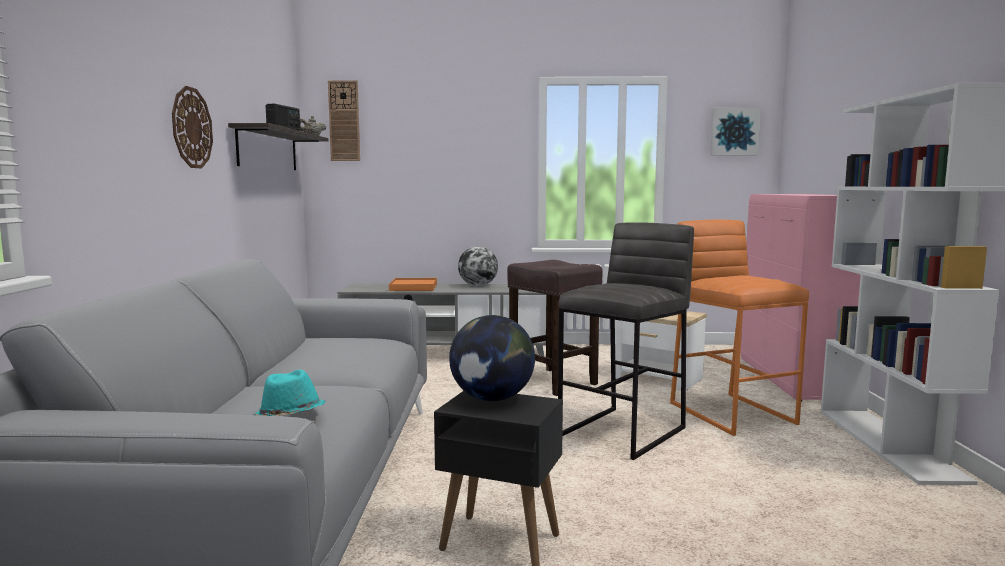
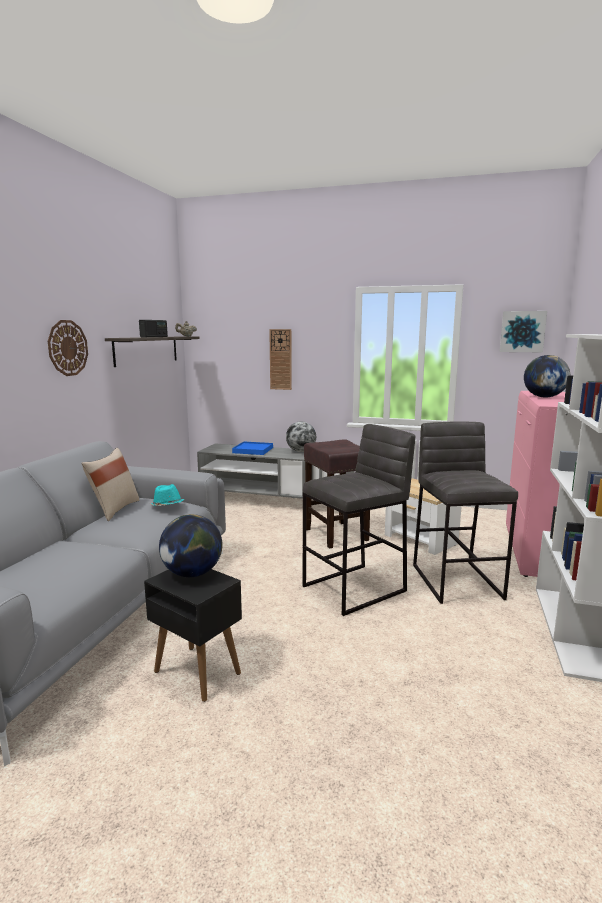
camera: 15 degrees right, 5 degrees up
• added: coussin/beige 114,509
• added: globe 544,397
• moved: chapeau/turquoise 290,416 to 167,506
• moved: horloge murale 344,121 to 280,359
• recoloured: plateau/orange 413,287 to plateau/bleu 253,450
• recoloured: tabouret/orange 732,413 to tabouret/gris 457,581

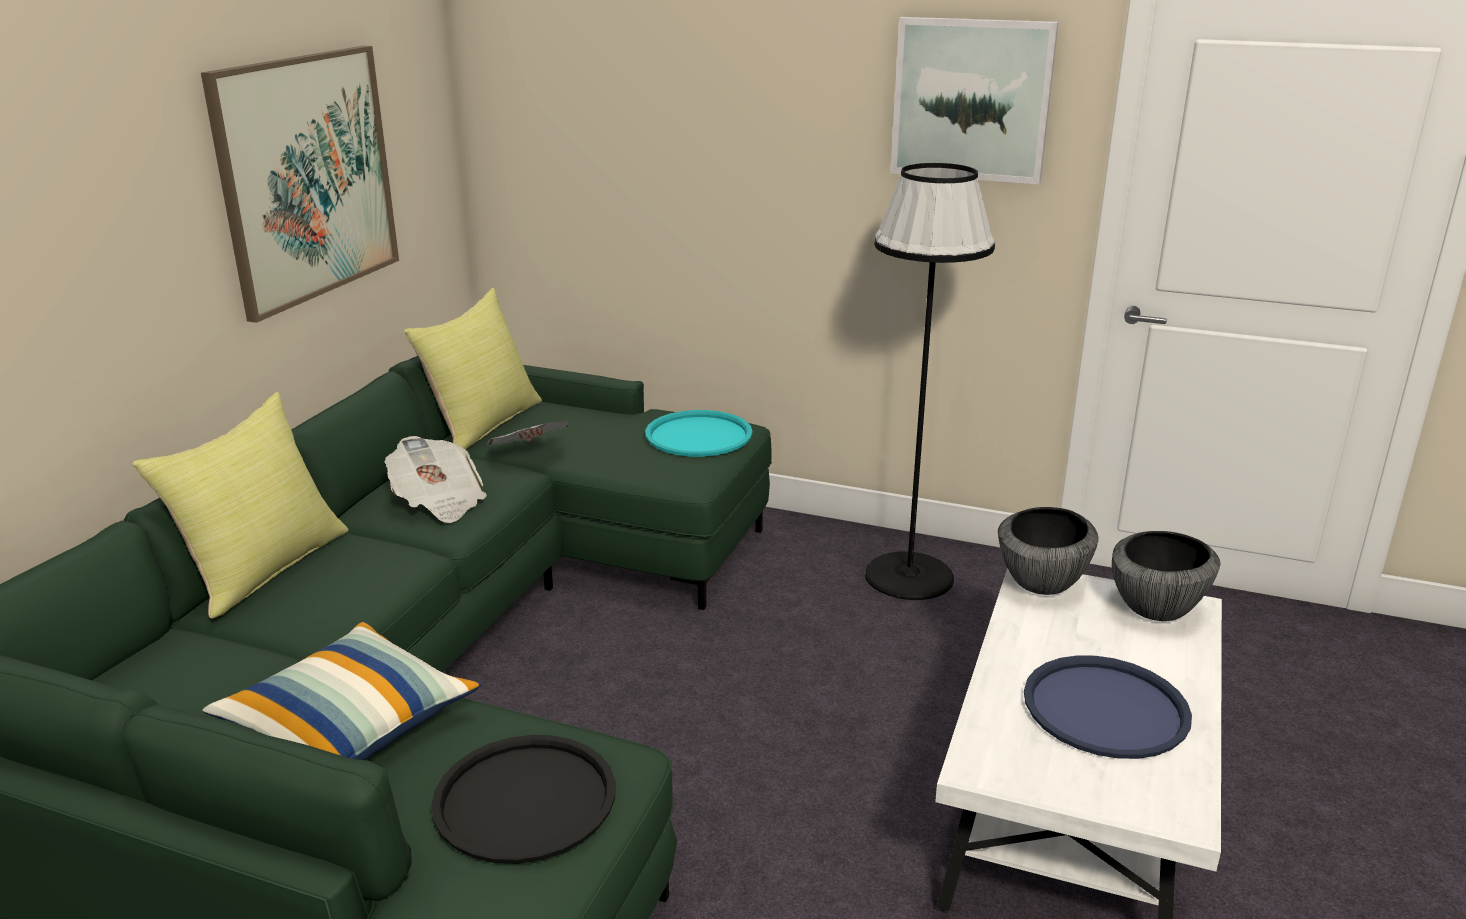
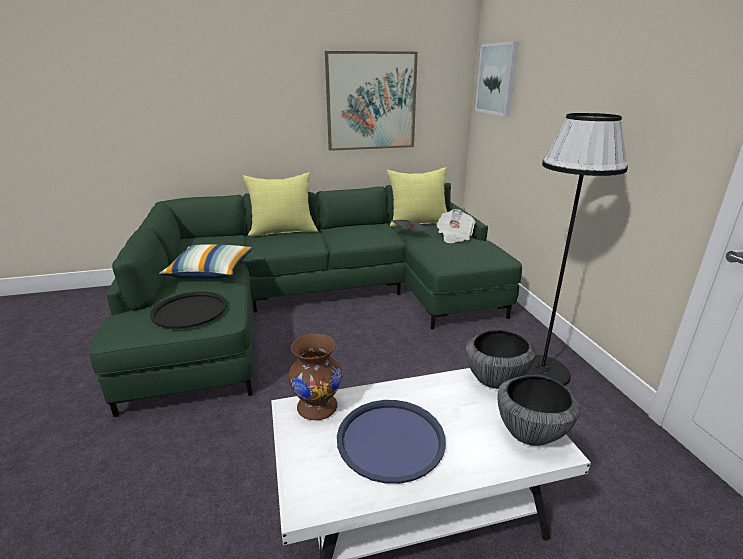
camera: 55 degrees right, 0 degrees up
• removed: plateau/turquoise 698,435
• added: vase/marron 316,408
• moved: journal 439,502 to 454,236
• moved: tableau 971,100 to 497,79

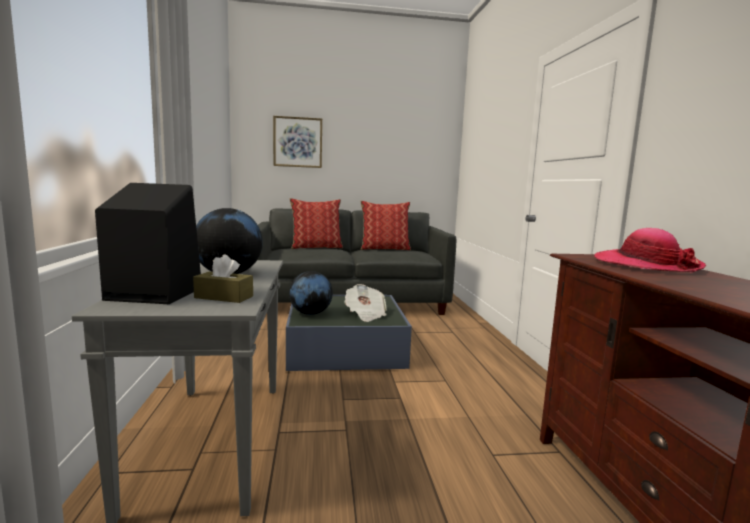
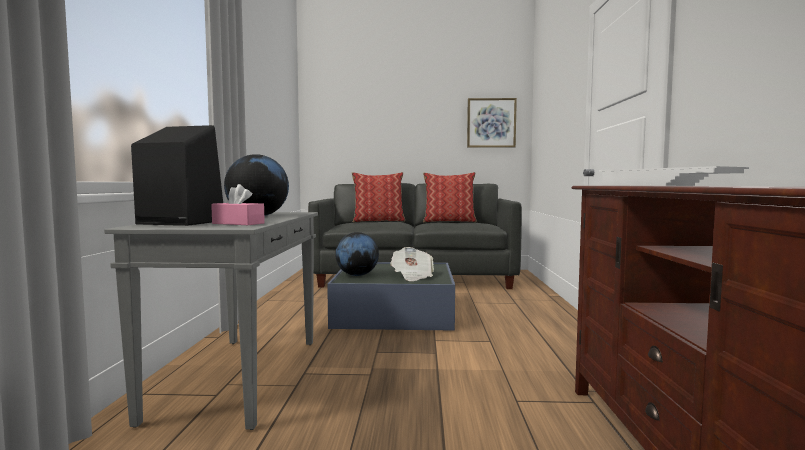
camera: 10 degrees right, 5 degrees down
• moved: tableau 297,142 to 491,123
• replaced: chapeau 645,265 to plateau/blanc 663,185
• recoloured: boîte à mouchoirs/marron 224,297 to boîte à mouchoirs/rose 238,223

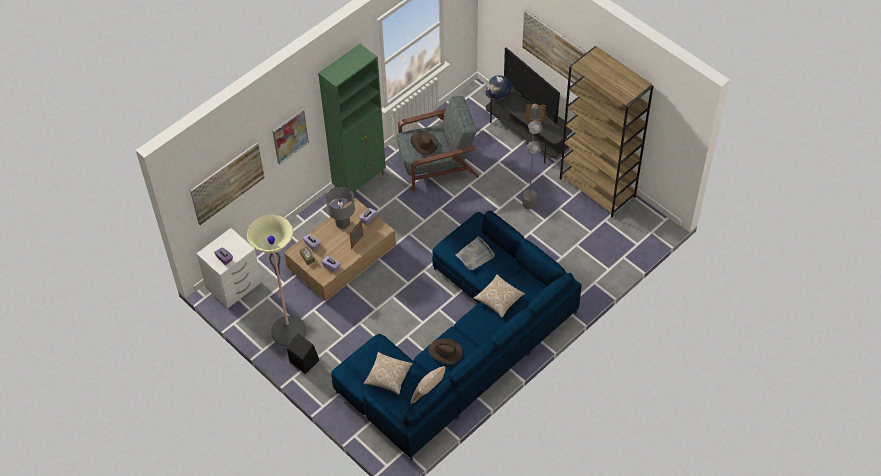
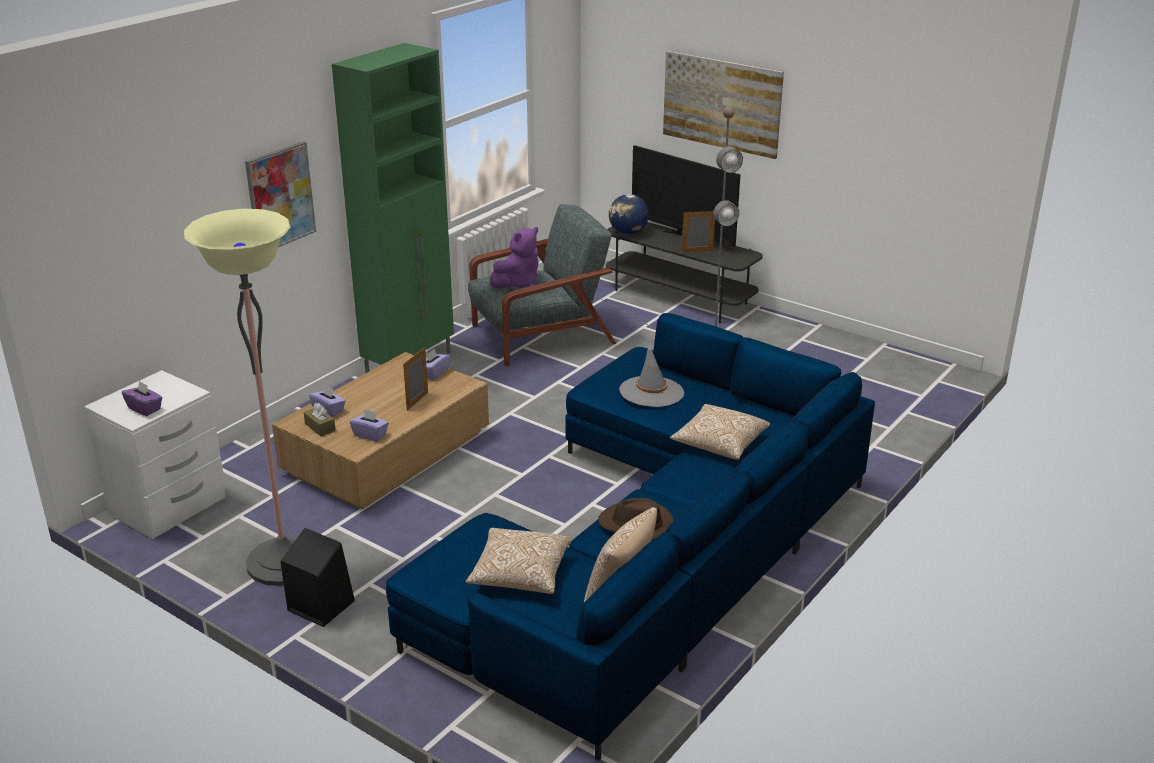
camera: 10 degrees left, 25 degrees down
• removed: tableau 227,183
• removed: lampe de table/gris 342,222
• removed: bibliothèque/marron 598,188
• replaced: chapeau/marron 423,144 to peluche/violet 518,283
• replaced: plateau/gris 475,255 to chapeau/gris 651,392

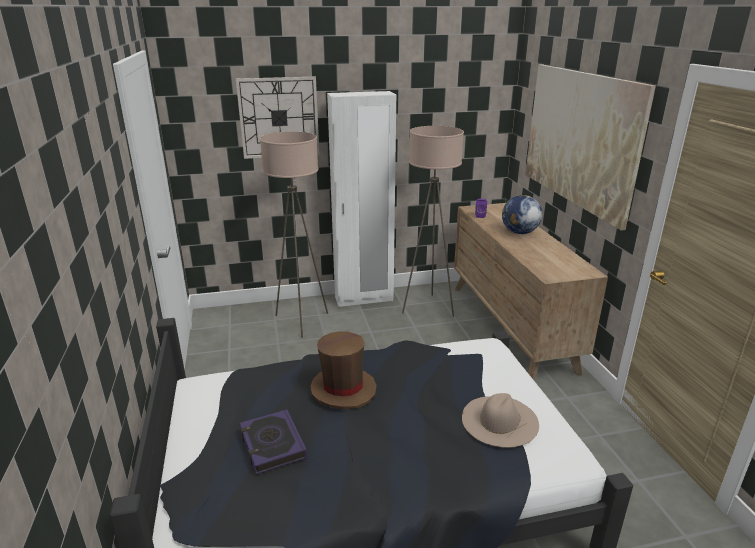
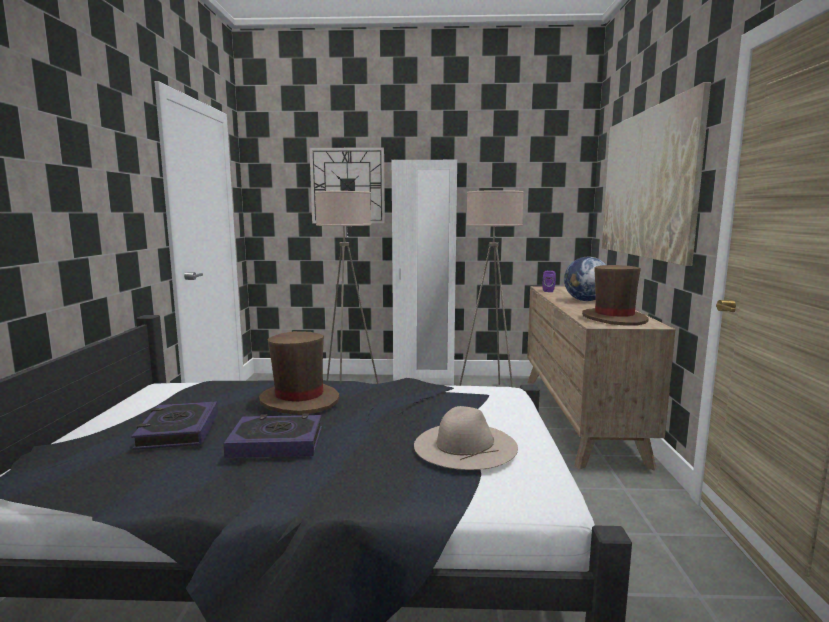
camera: 15 degrees right, 15 degrees down
• added: livre 276,442
• added: chapeau/marron 614,319

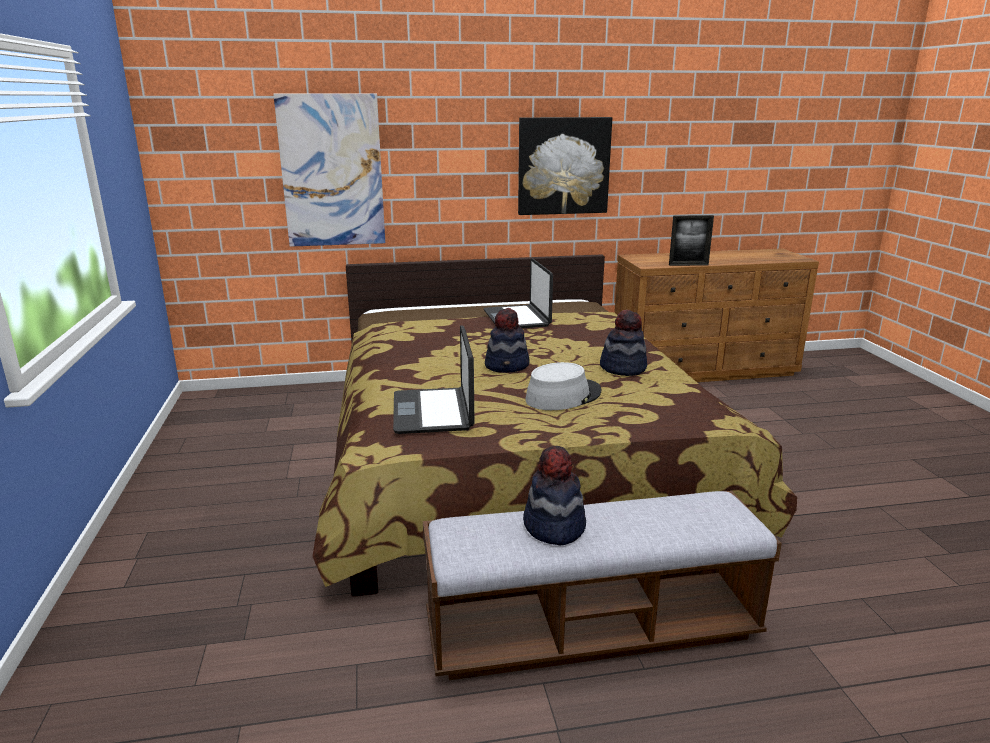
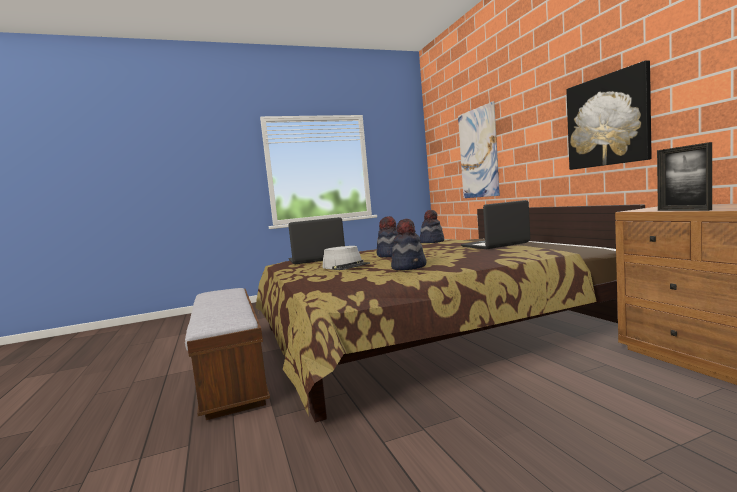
camera: 80 degrees right, 15 degrees down
• moved: chapeau 553,527 to 431,242

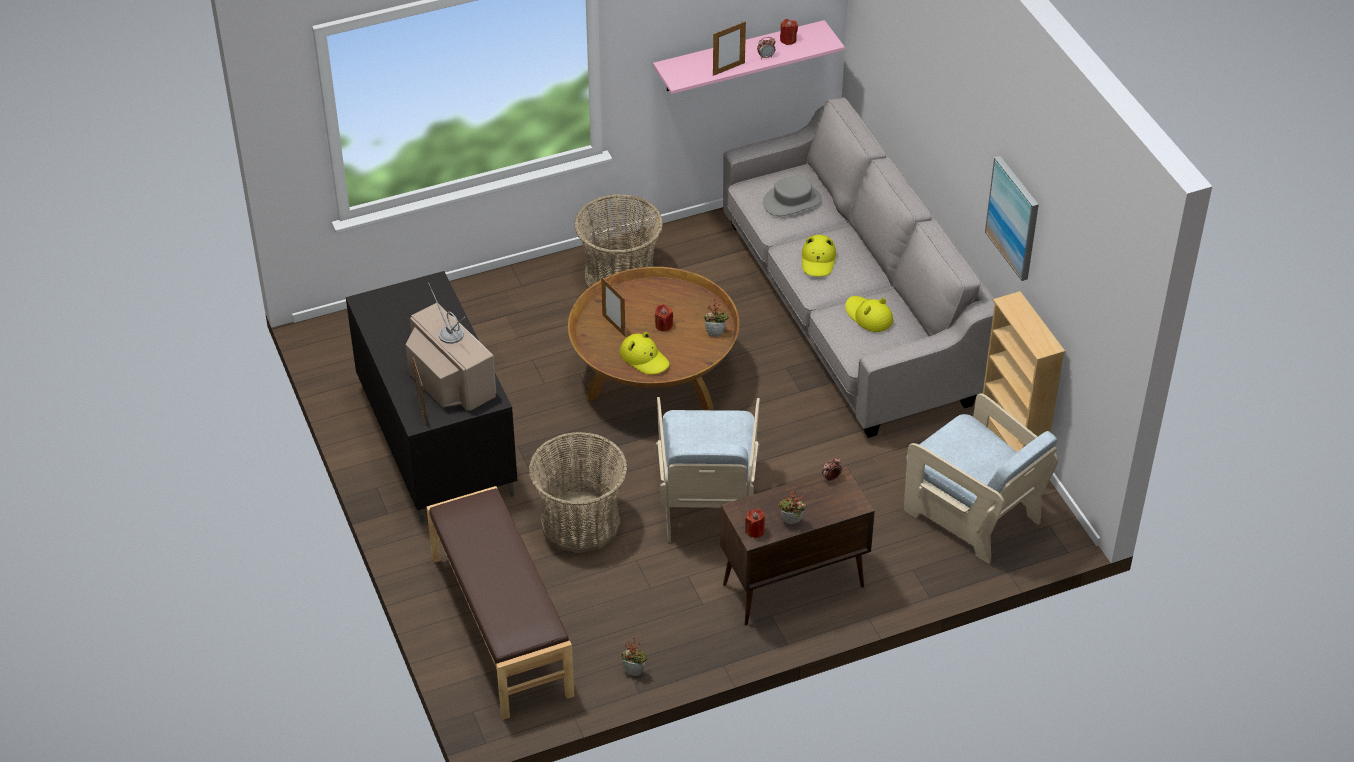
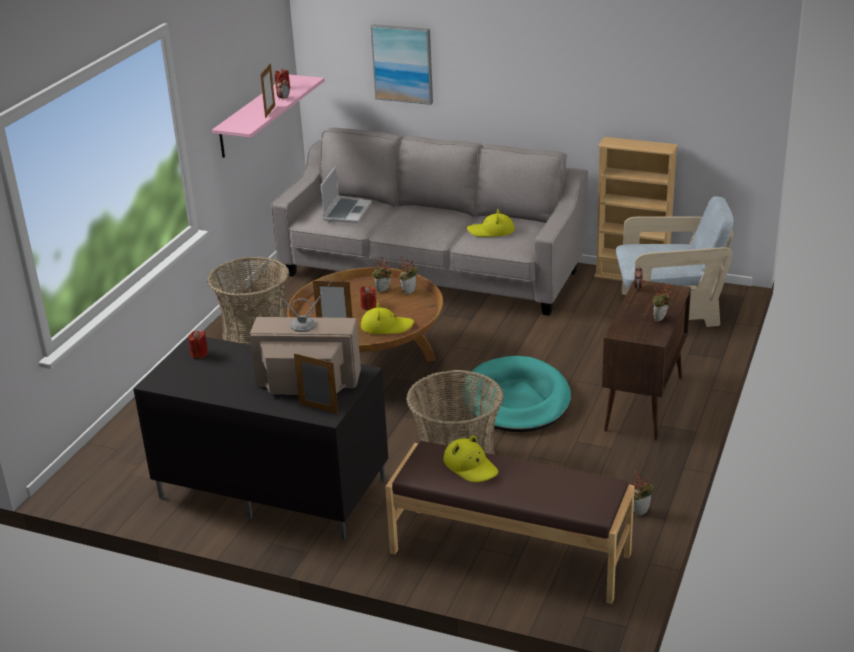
camera: 45 degrees left, 15 degrees down
• added: plante en pot 383,291
• moved: bougie/rouge 755,530 to 199,353
• moved: chapeau/jaune 818,260 to 471,466
• moved: tableau 1014,217 to 403,63
• replaced: fauteuil/beige 707,502 to panier pour chien/turquoise 516,400
• replaced: chapeau/gris 792,201 to ordinateur portable 347,211

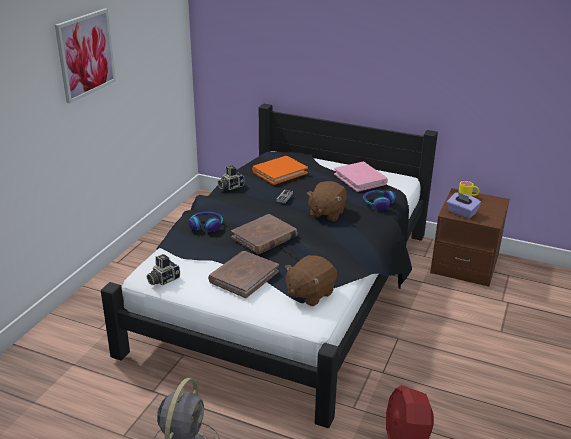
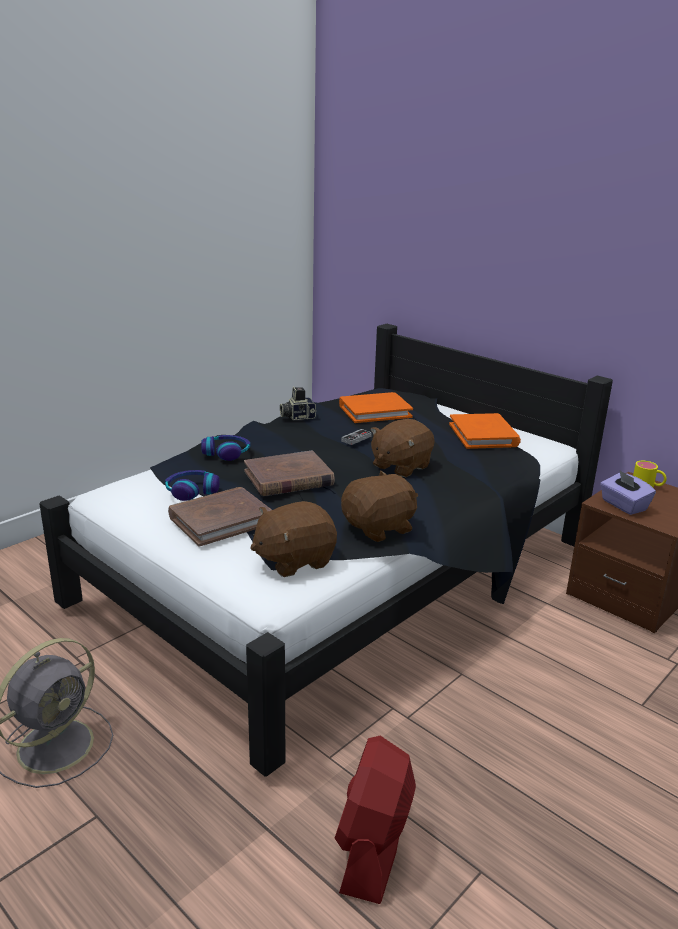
camera: 20 degrees right, 5 degrees down
• removed: tableau 85,54
• removed: appareil photo 163,279
• added: peluche/marron 379,528
• moved: casque audio 378,203 to 192,491
• recoloured: livre/rose 360,179 to livre/orange 483,435

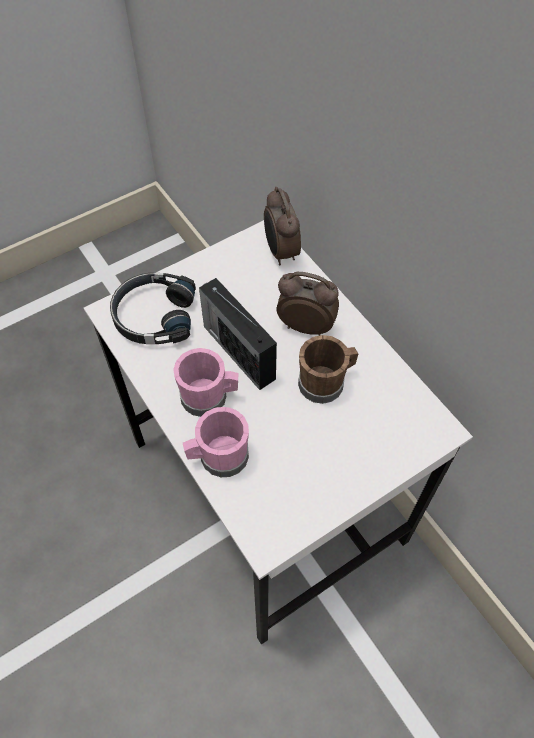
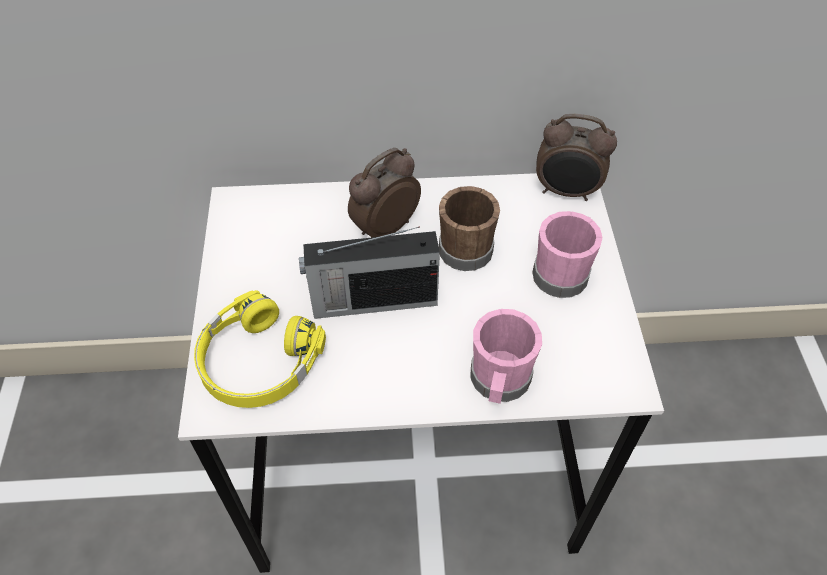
camera: 60 degrees left, 5 degrees down
• moved: mug/rose 209,397 to 563,271
• moved: réveil 280,252 to 566,192
• recoloured: casque audio/noir 154,316 to casque audio/jaune 257,362

